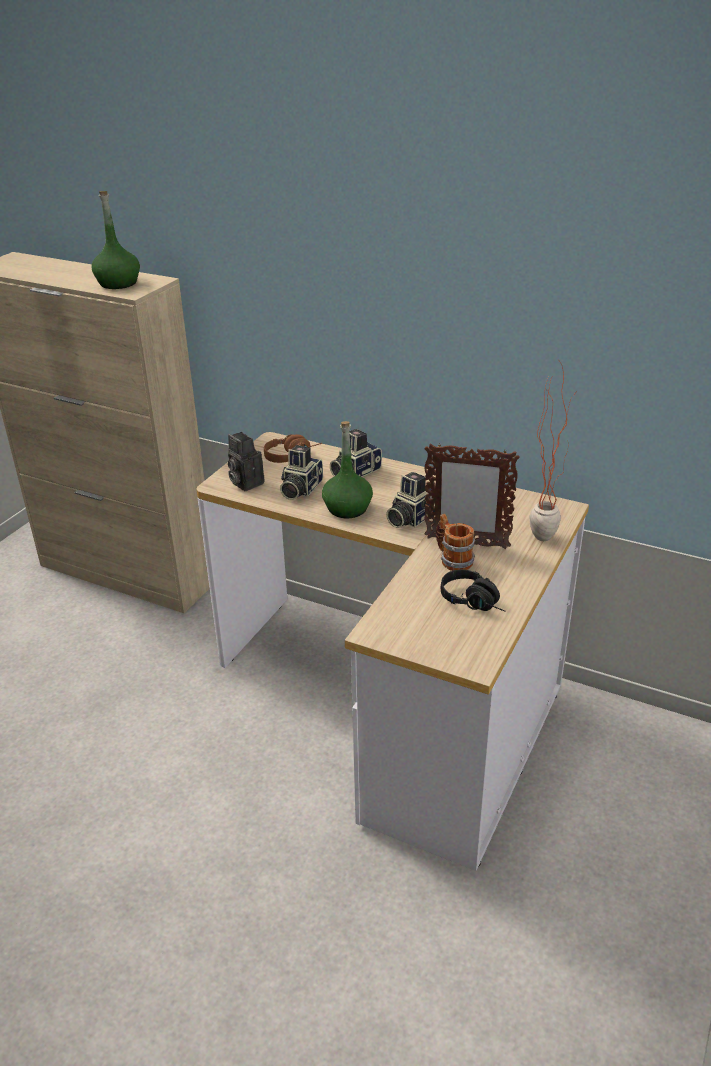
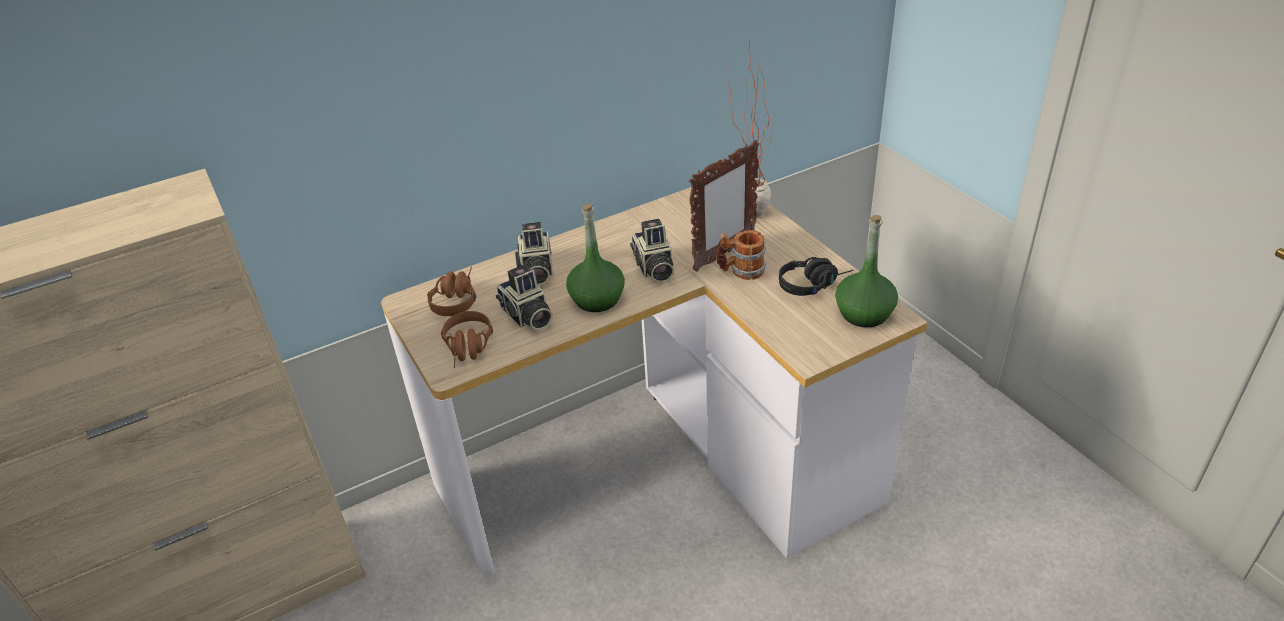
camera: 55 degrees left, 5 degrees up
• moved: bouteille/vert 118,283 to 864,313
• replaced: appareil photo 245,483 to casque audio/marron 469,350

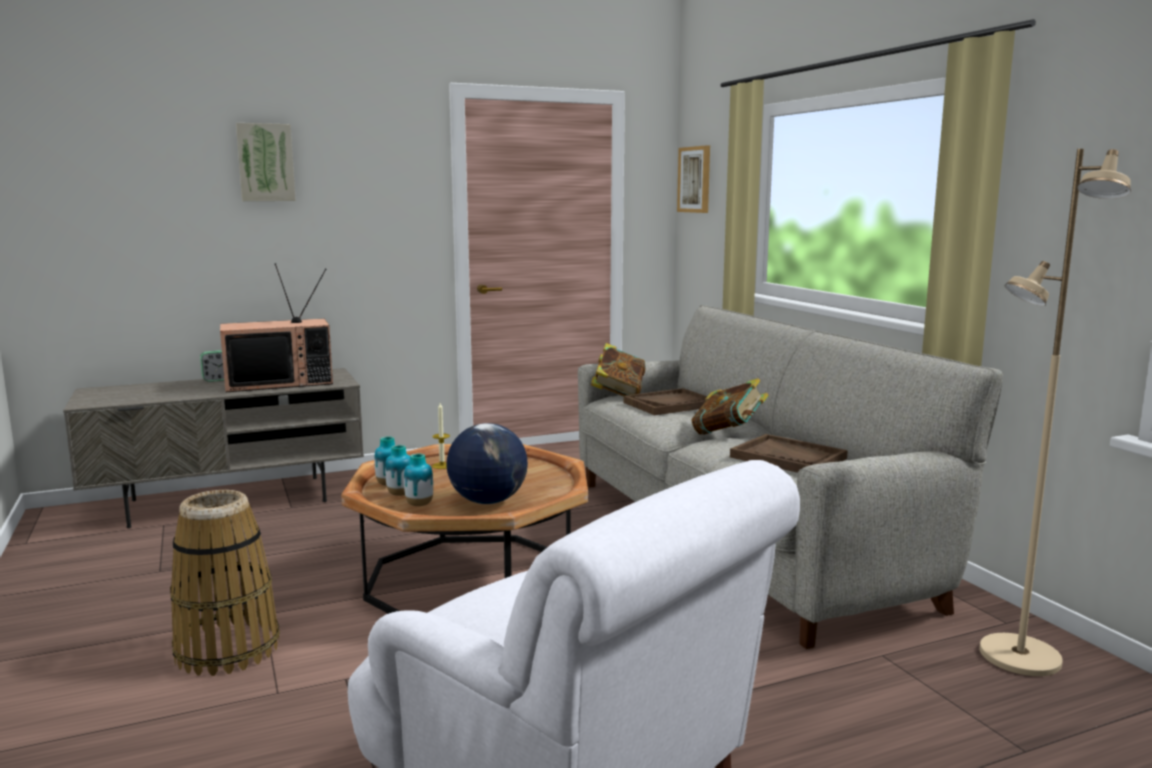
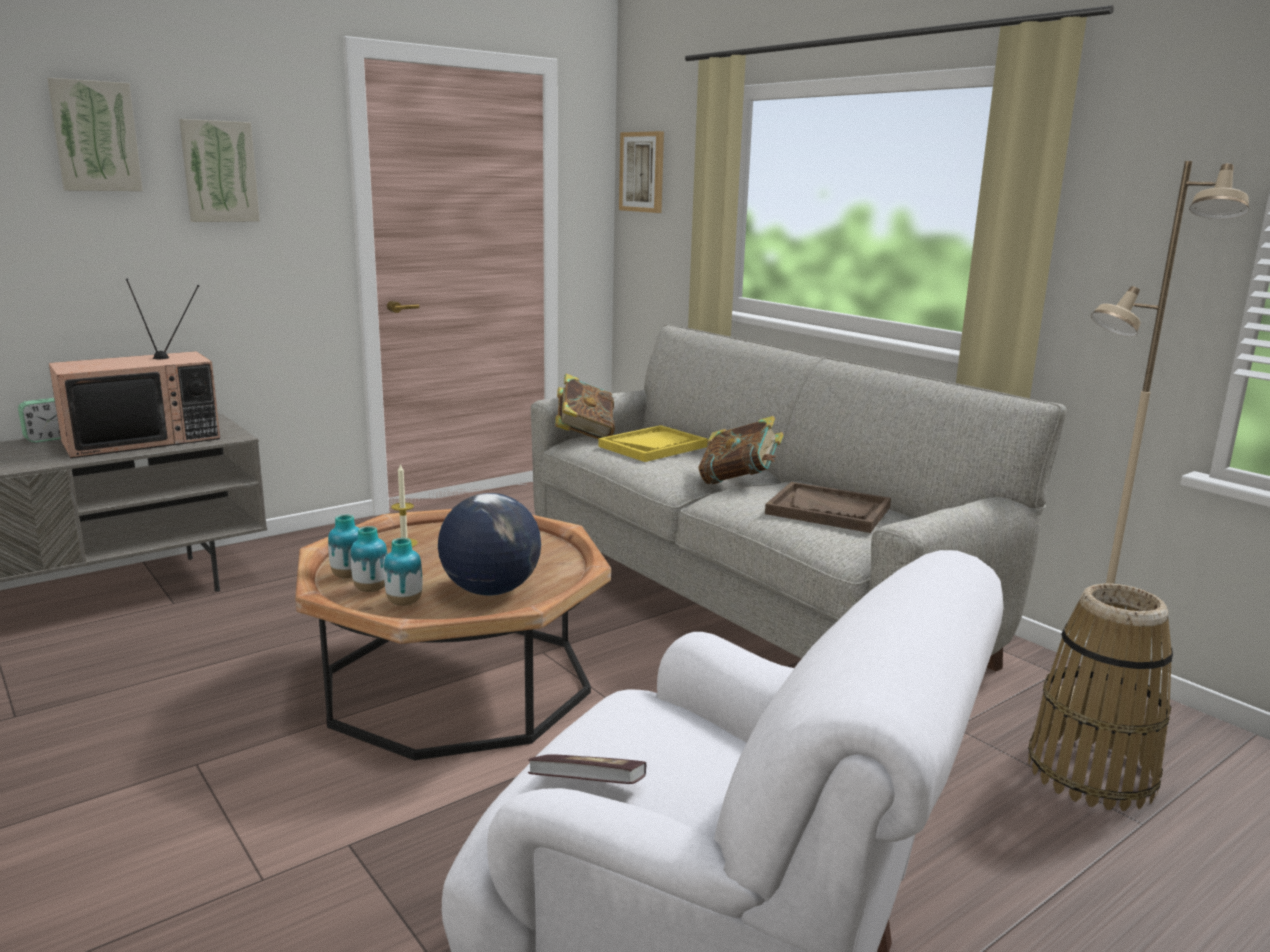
camera: 15 degrees left, 5 degrees up
• added: tableau 219,171
• added: livre 588,789
• moved: panier 227,649 to 1090,773
• recoloured: plateau/marron 669,404 to plateau/jaune 653,446

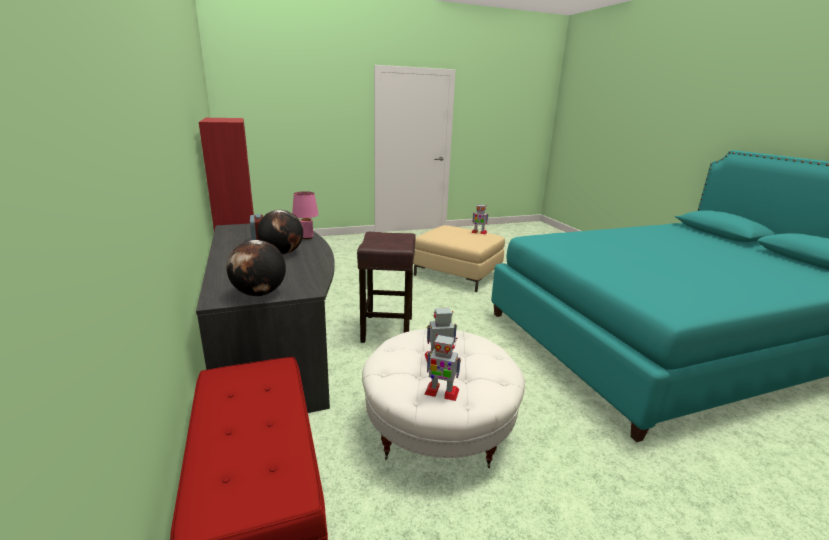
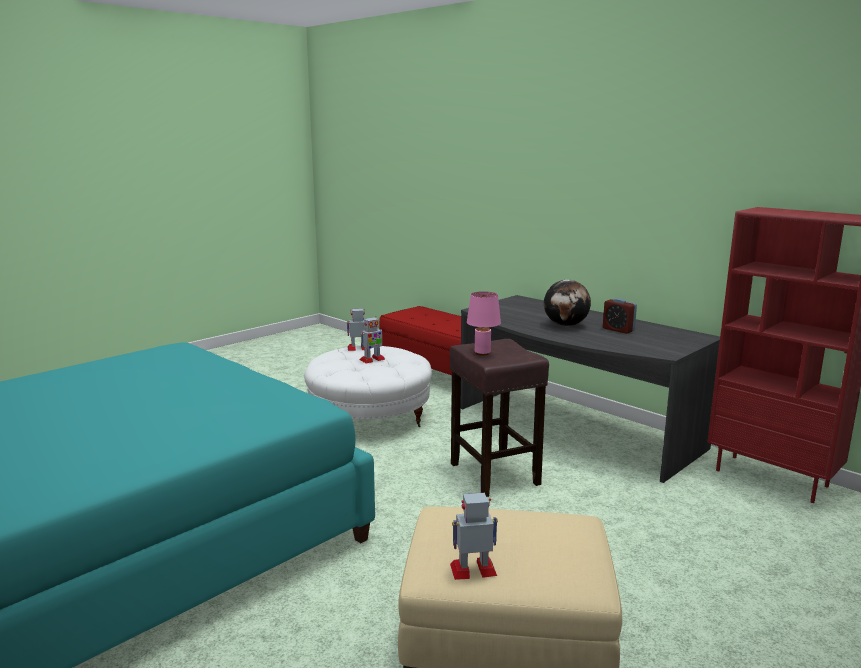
camera: 155 degrees right, 5 degrees down
• removed: globe 259,294
• moved: lampe de table/rose 307,237 to 482,353

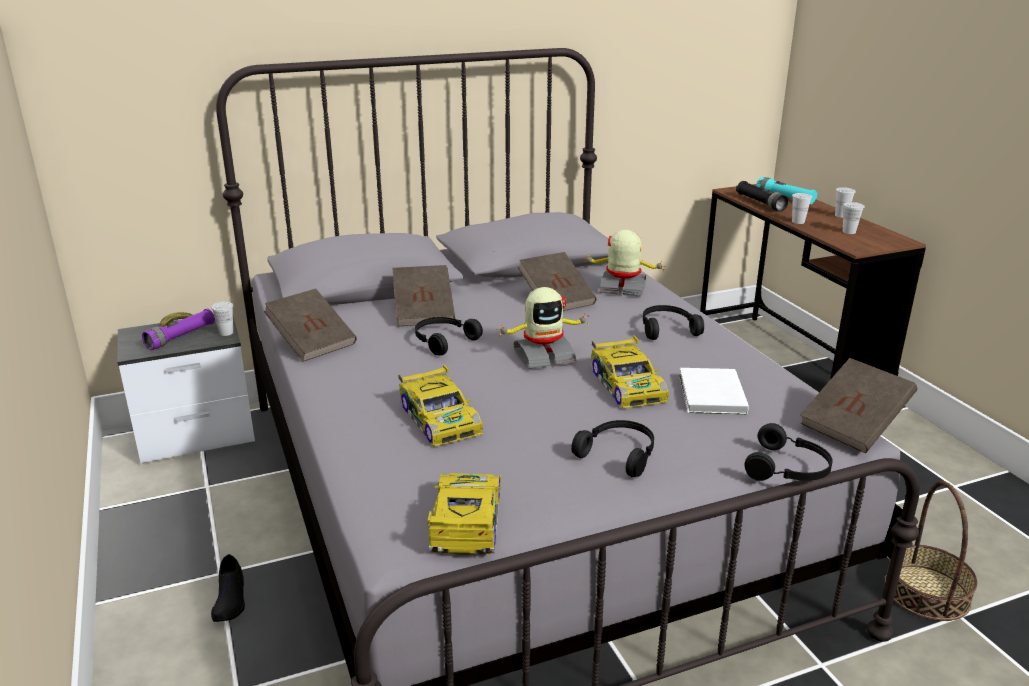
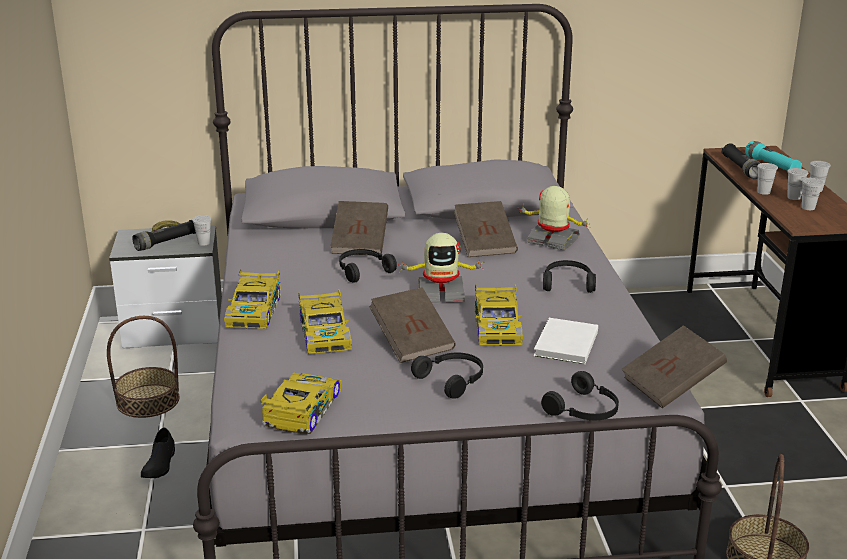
camera: 15 degrees right, 0 degrees up
• added: panier 148,401
• added: petite voiture 255,310
• added: tasse/blanc 793,197
• moved: livre/marron 312,342 to 412,342
• recoloured: lampe de poche/violet 181,337 to lampe de poche/noir 166,242

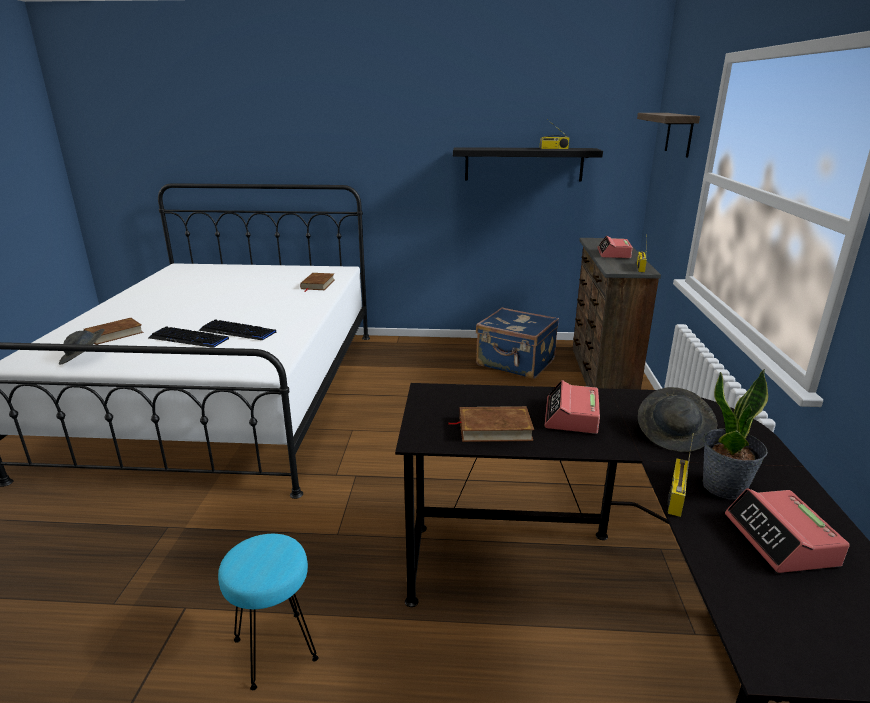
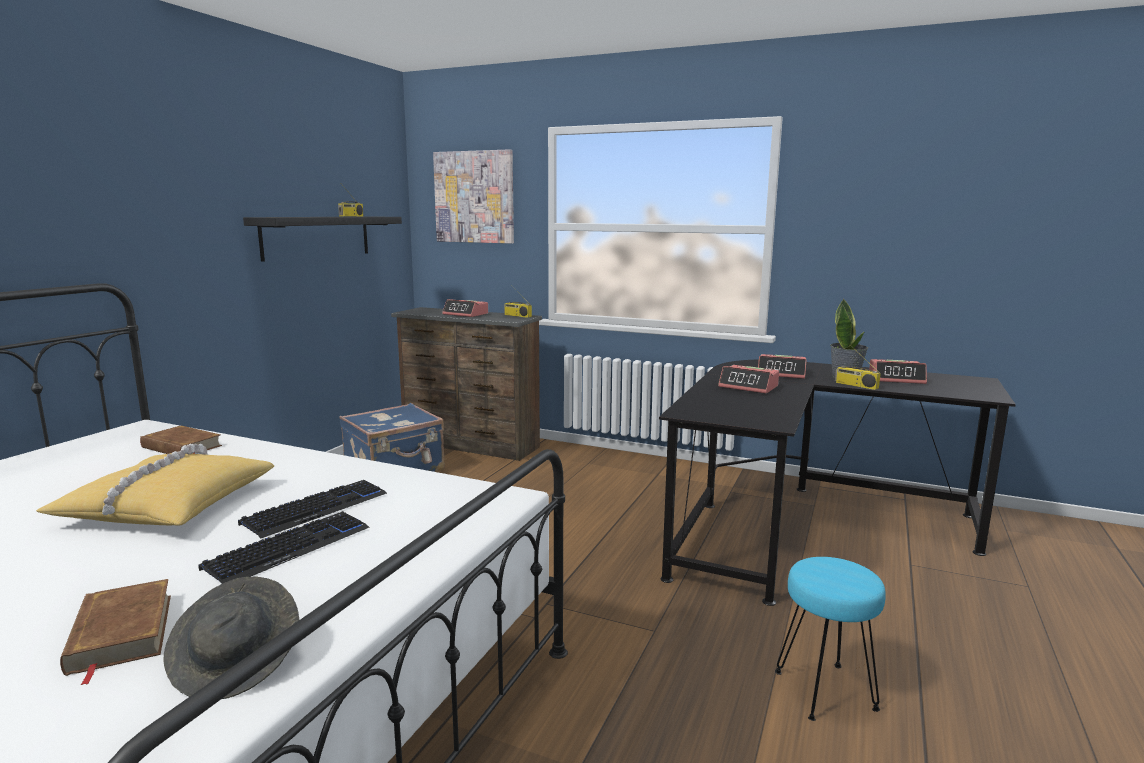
camera: 70 degrees left, 10 degrees down
• removed: livre/marron 494,428
• added: coussin/jaune 167,505
• replaced: étagère 679,134 to tableau 474,197
• replaced: chapeau/gris 674,434 to réveil 781,373

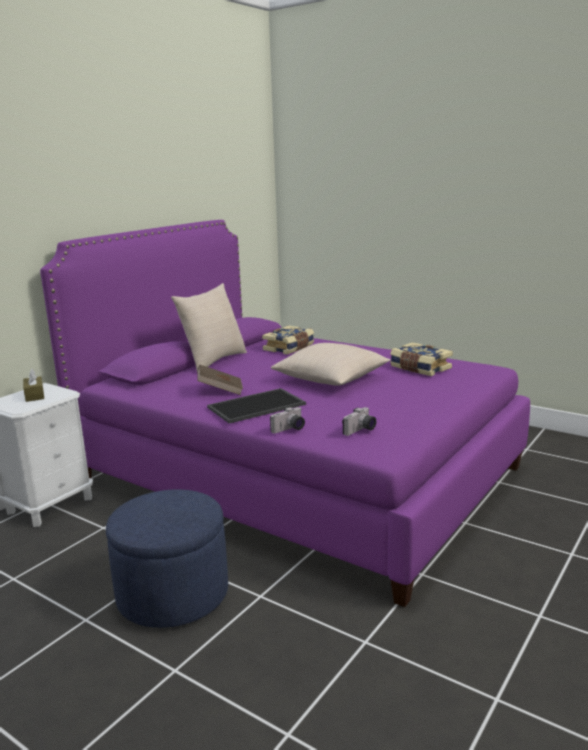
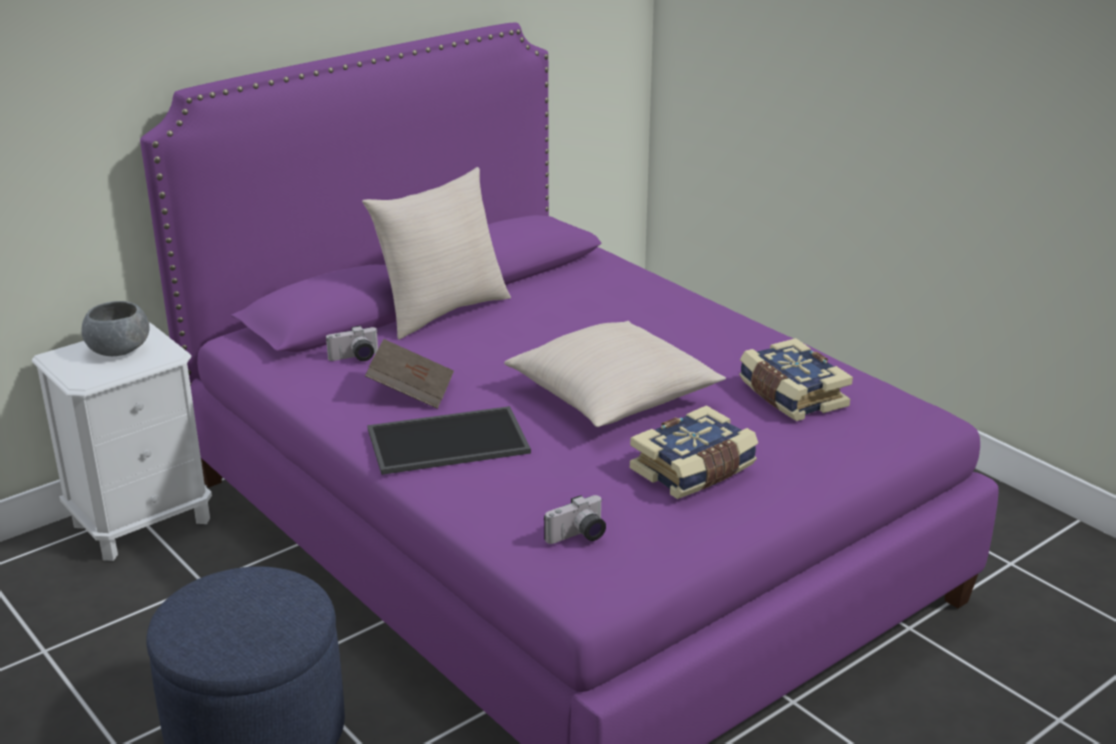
camera: 15 degrees right, 10 degrees up
• moved: livre 289,348 to 694,470
• moved: appareil photo 289,429 to 355,358
• replaced: boîte à mouchoirs/marron 34,395 to bol/gris 119,350

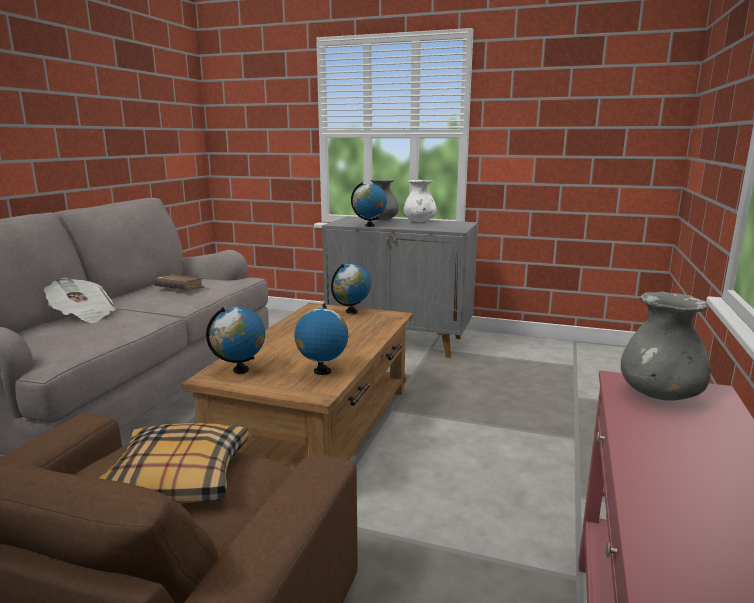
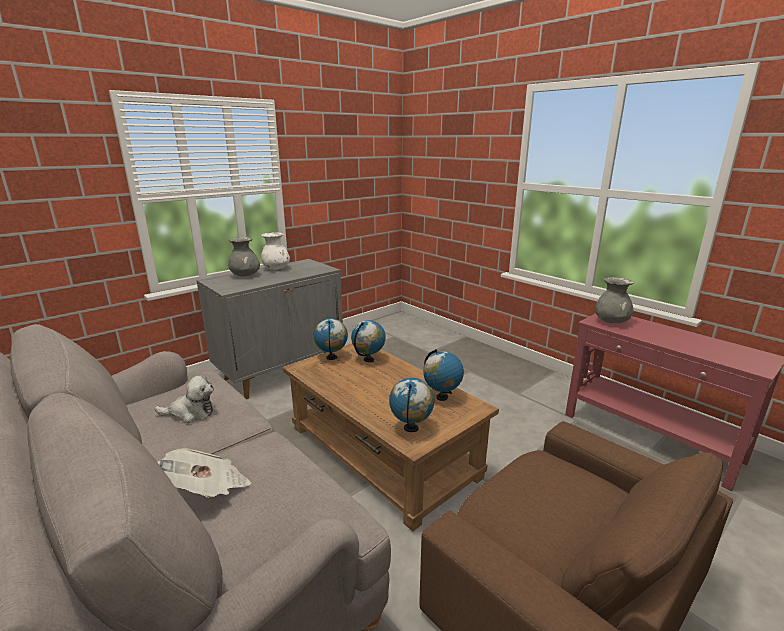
camera: 60 degrees left, 5 degrees up
• removed: coussin 177,479
• moved: globe 369,226 to 369,360
• replaced: livre/marron 179,288 to peluche 191,412

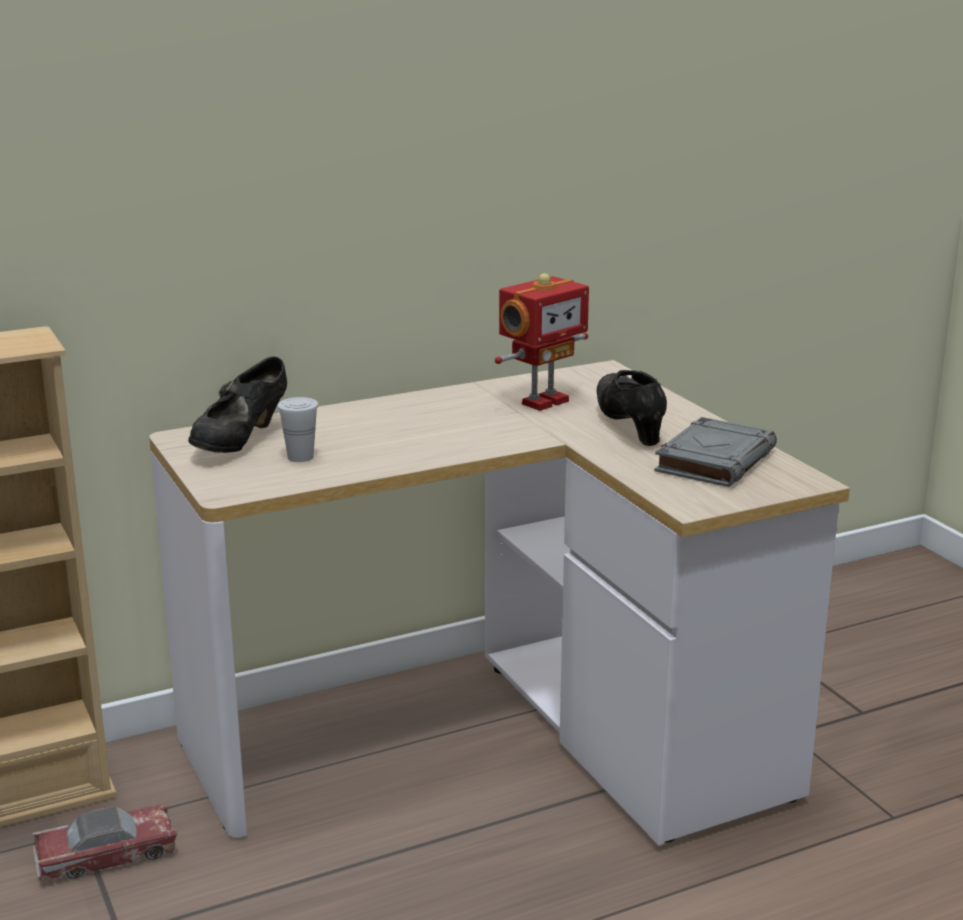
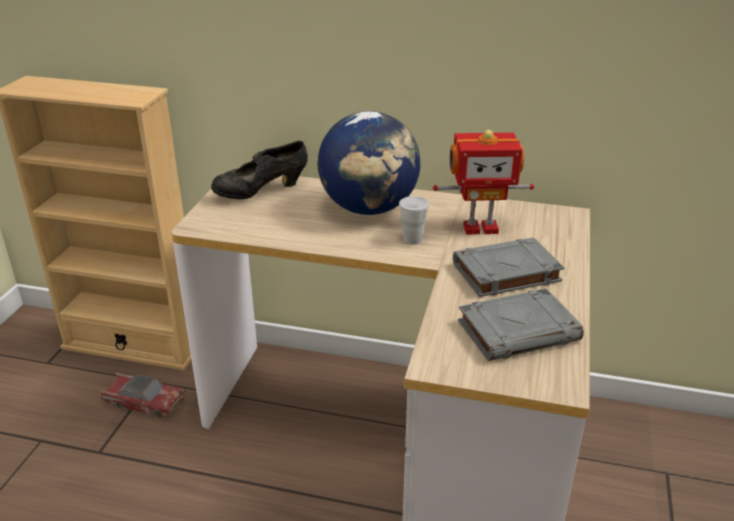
camera: 40 degrees right, 10 degrees up
• added: globe 369,209
• moved: tasse/blanc 300,457 to 412,239
• replaced: chaussure/noir 630,427 to livre/gris 505,273

